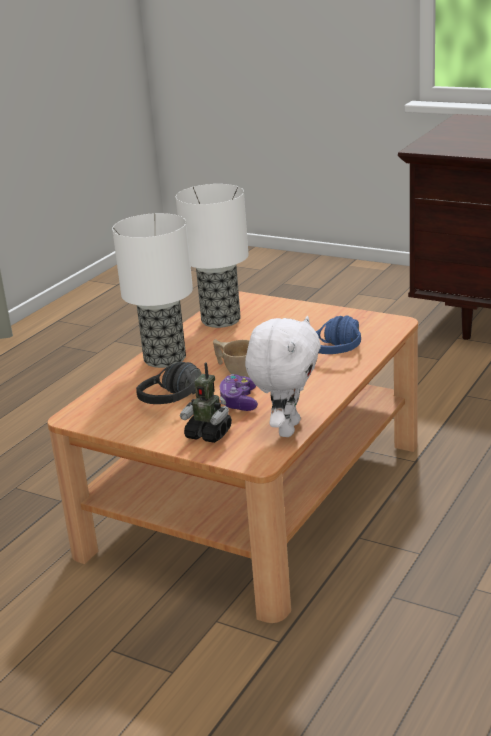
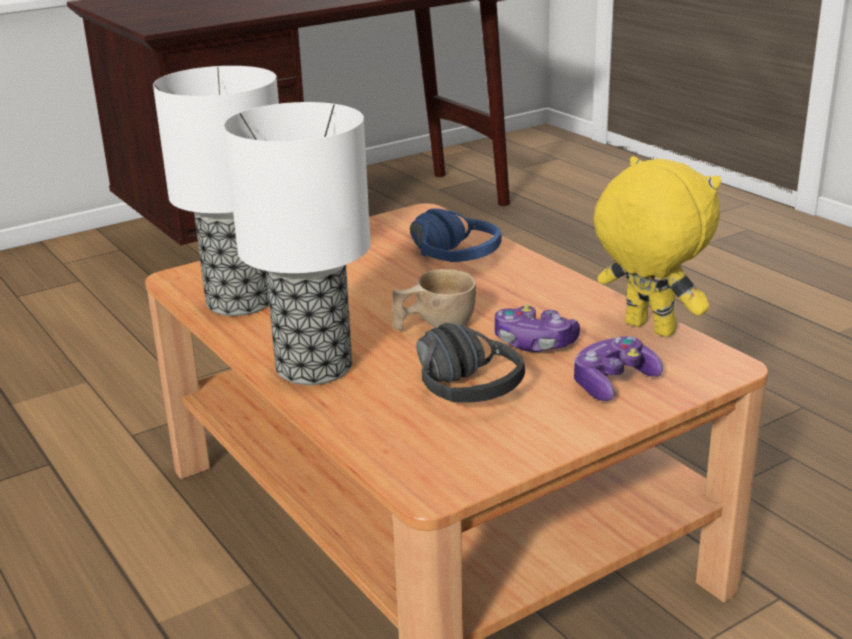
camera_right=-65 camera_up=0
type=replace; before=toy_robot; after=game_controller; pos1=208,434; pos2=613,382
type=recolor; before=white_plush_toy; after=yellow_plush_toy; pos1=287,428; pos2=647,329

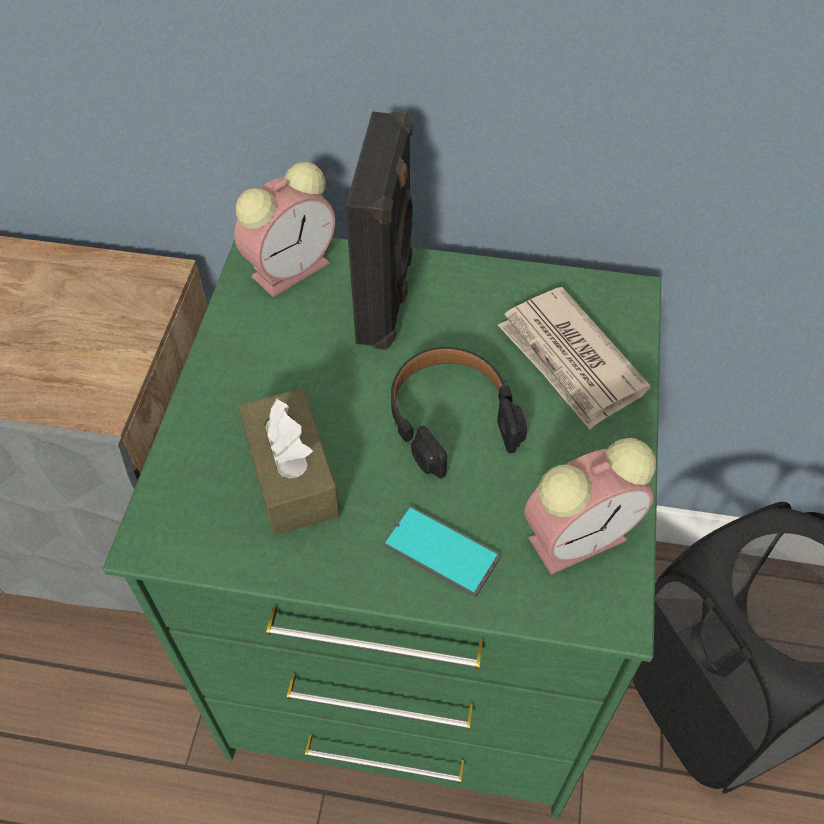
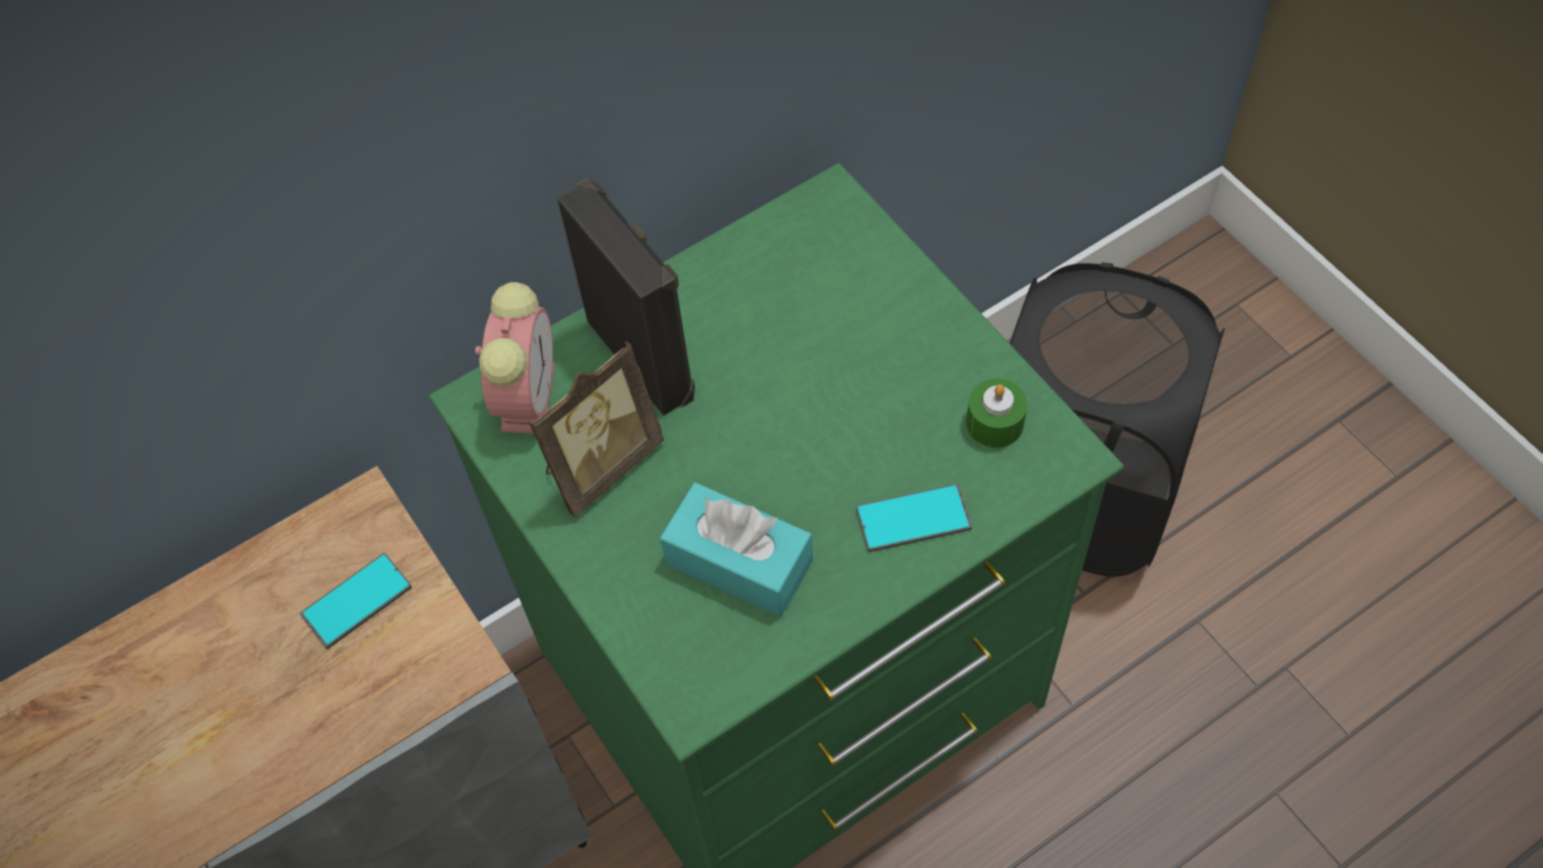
camera_right=-40 camera_up=5
type=recolor; before=brown_tissue_box; after=turquoise_tissue_box; pos1=291,475; pos2=739,562
type=delete; before=black_headphones; pos1=451,417
type=delete; before=newspaper; pos1=570,361
type=replace; before=alarm_clock; after=green_candle; pos1=580,536; pos2=995,423
type=insert; after=phone; pos2=357,601
type=insert; after=picture_frame; pos2=600,464

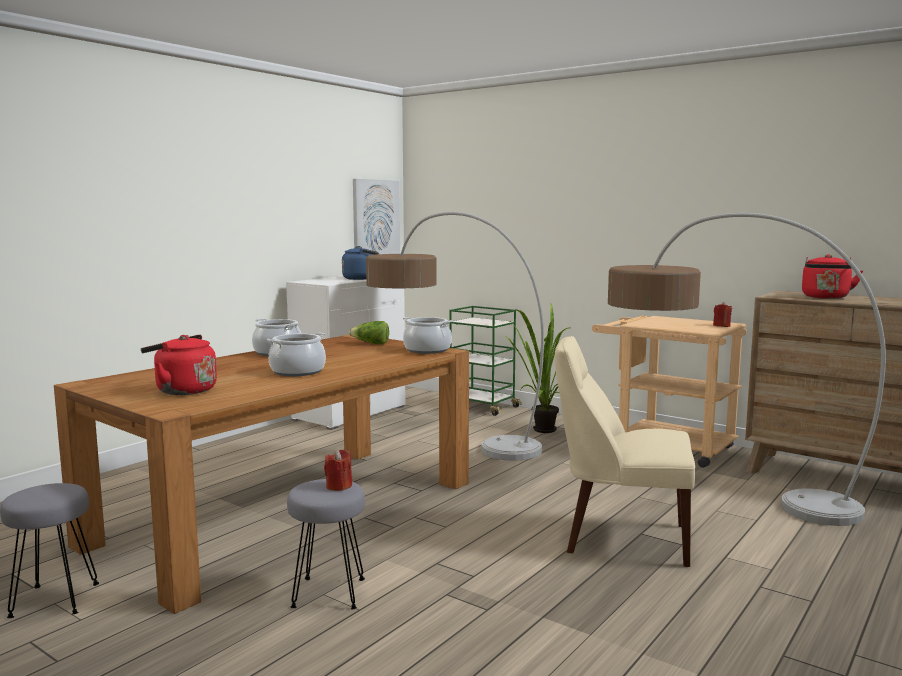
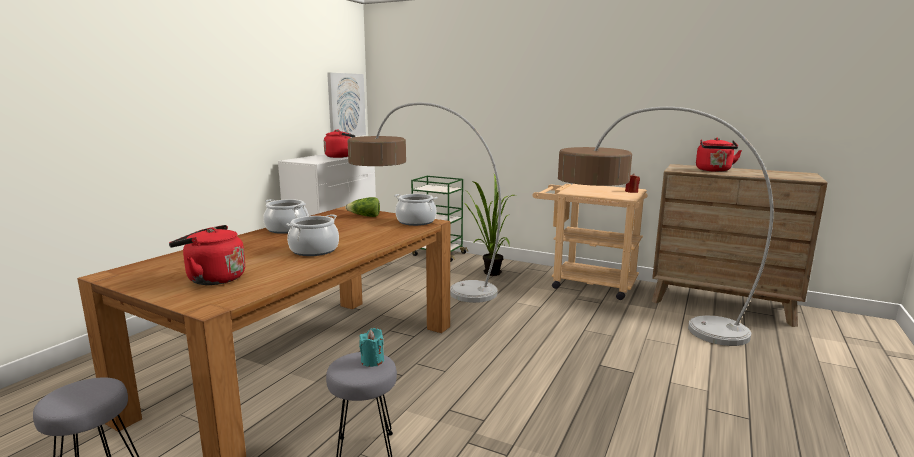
camera_right=-10 camera_up=5
type=recolor; before=red_candle; after=turquoise_candle; pos1=339,486; pos2=372,361
type=recolor; before=blue_kettle; after=red_kettle; pos1=361,278; pos2=340,156
type=delete; before=beige_chair; pos1=620,538

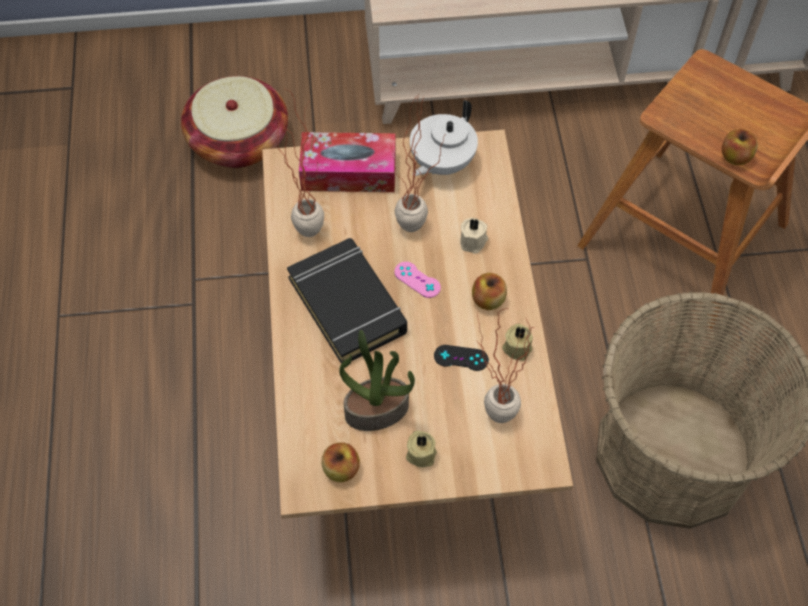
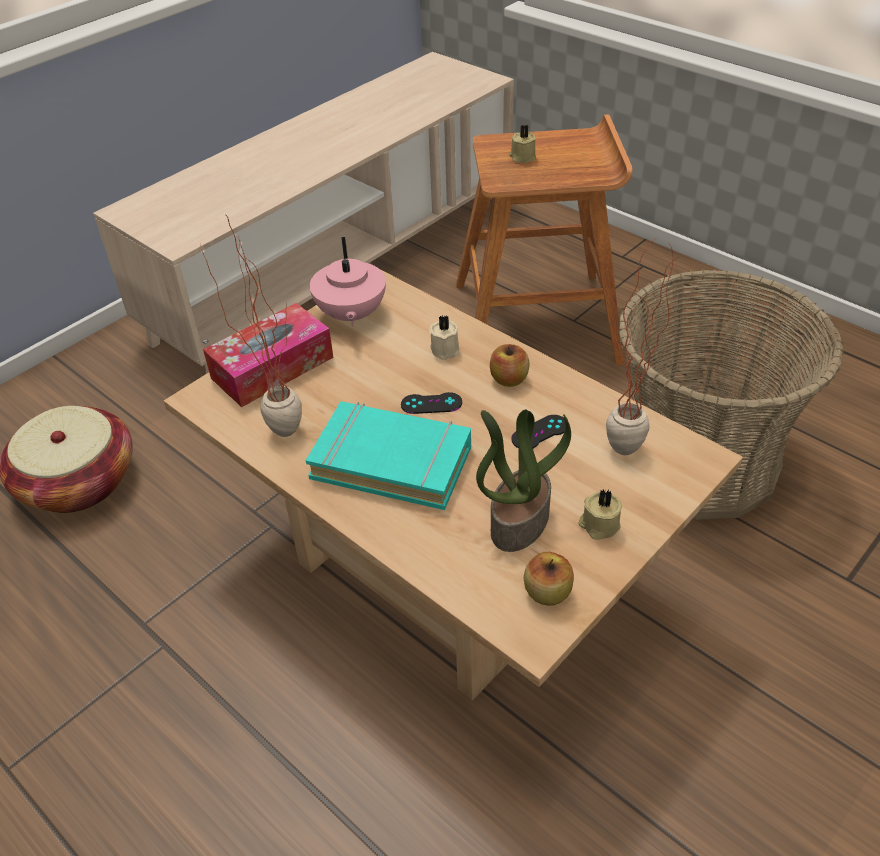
camera_right=-40 camera_up=-15
type=recolor; before=black_book; after=turquoise_book; pos1=348,305; pos2=392,461
type=delete; before=potted_plant; pos1=416,234
type=recolor; before=pink_game_controller; after=black_game_controller; pos1=417,280; pos2=431,403
type=recolor; before=white_teapot; after=pink_teapot; pos1=441,163; pos2=350,315
type=move; before=beige_candle; pos1=517,347; pos2=522,157
type=delete; before=apple; pos1=735,157

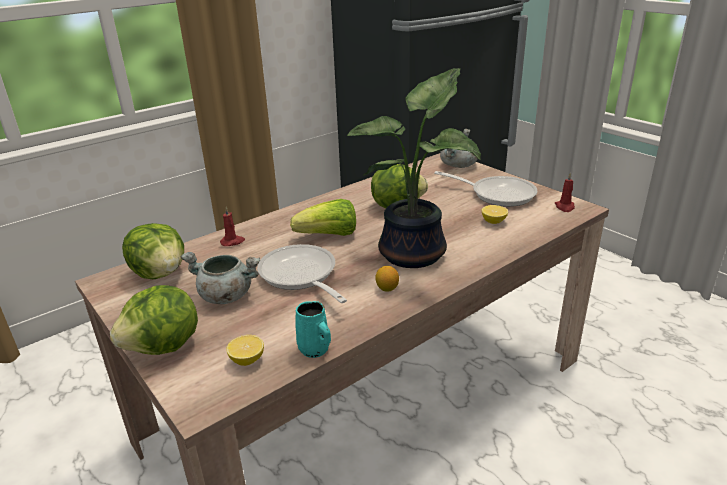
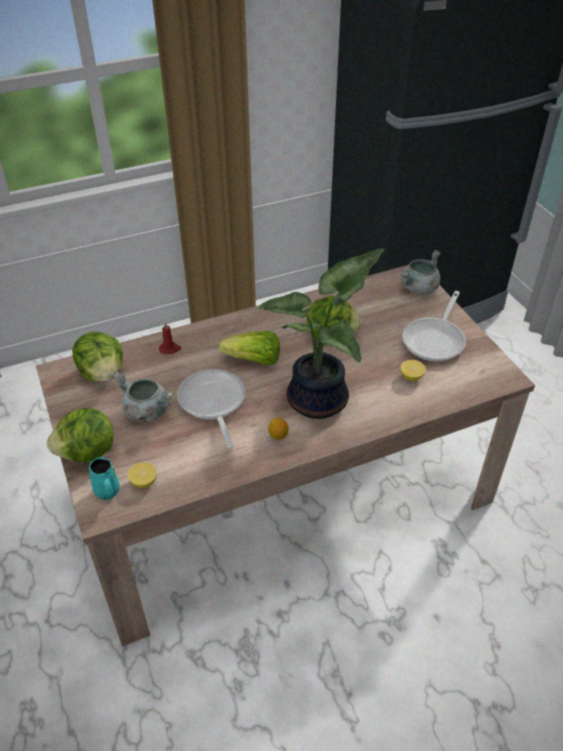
camera_right=15 camera_up=15
type=move; before=turquoise_mug; pos1=315,350; pos2=107,492
type=rotate; before=frying_pan; pos1=497,194; pos2=435,339; turn=75
type=delete; before=red_candle; pos1=564,207

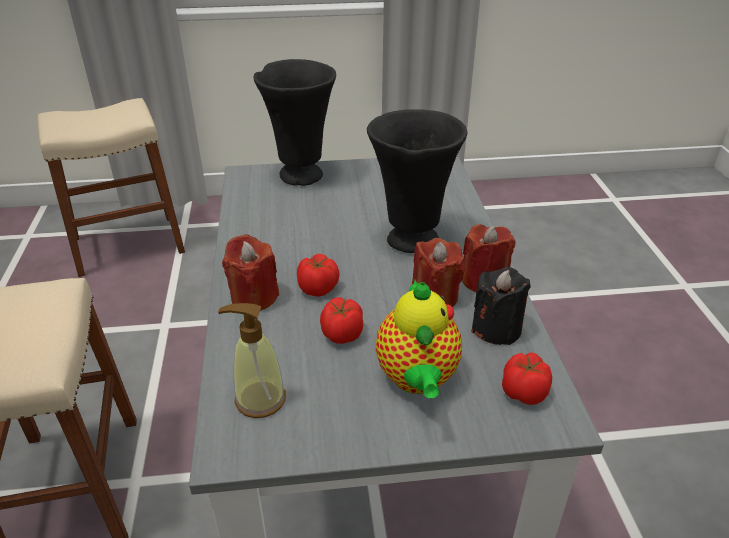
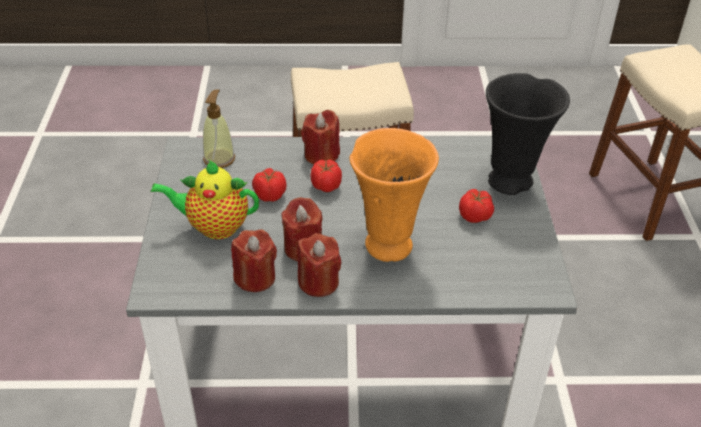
camera_right=95 camera_up=5
type=recolor; before=black_vase; after=orange_vase; pos1=410,240; pos2=388,244
type=recolor; before=black_candle; after=red_candle; pos1=496,329; pos2=255,278
type=move; before=tomato; pos1=524,391; pos2=475,216

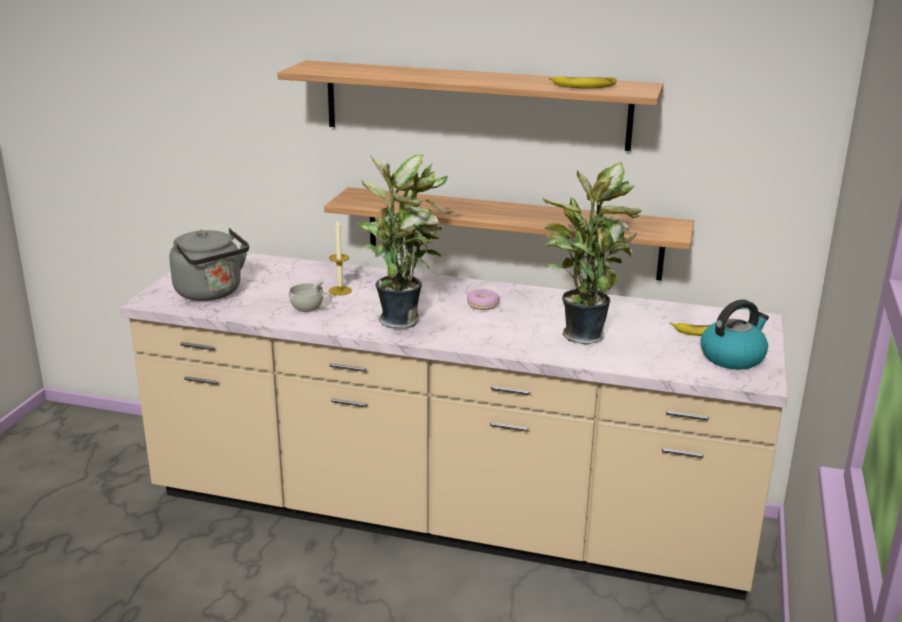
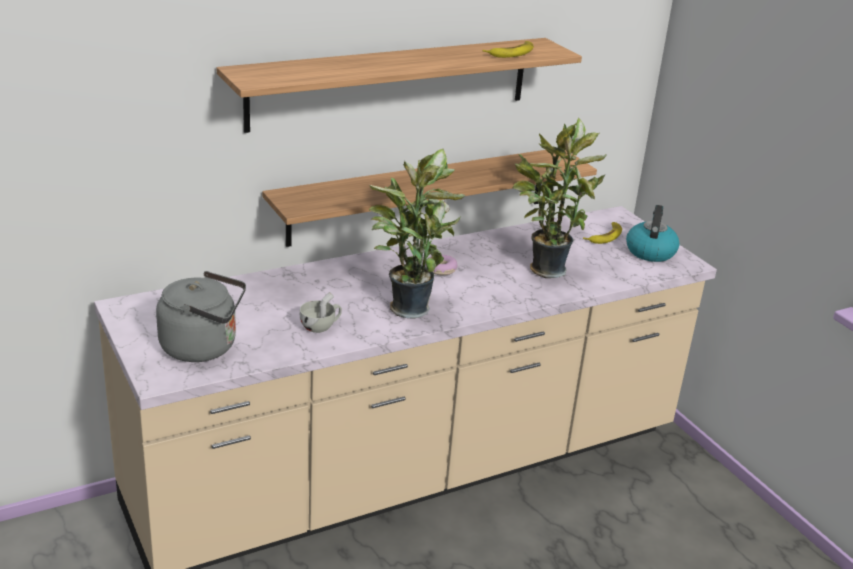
camera_right=-45 camera_up=5
type=delete; before=candle; pos1=340,291

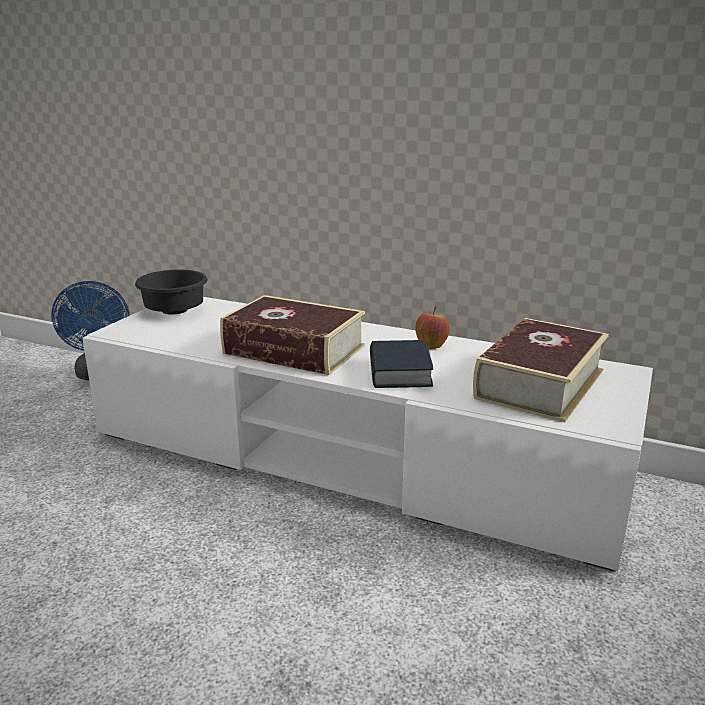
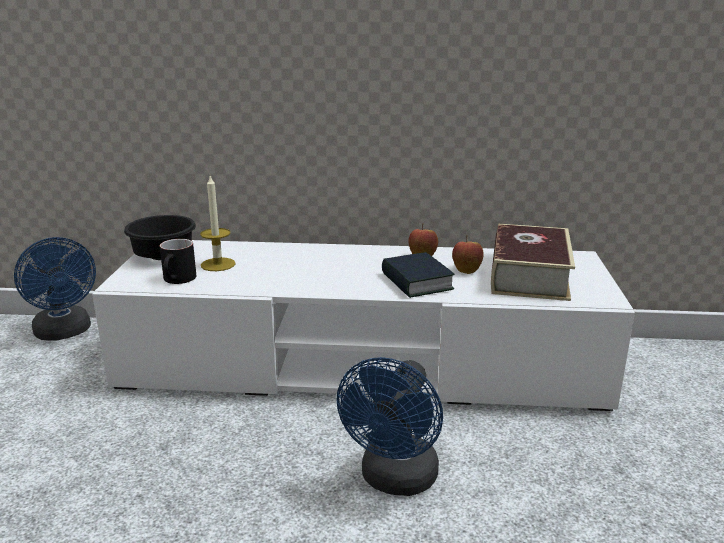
camera_right=-20 camera_up=0
type=delete; before=book; pos1=294,350
type=insert; after=black_mug; pos2=178,280
type=insert; after=candle; pos2=218,264
type=insert; after=blue_fan; pos2=395,480
type=insert; after=apple; pos2=466,270

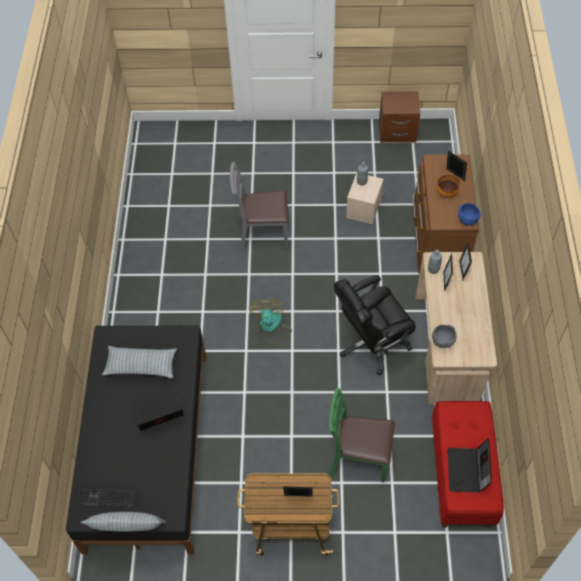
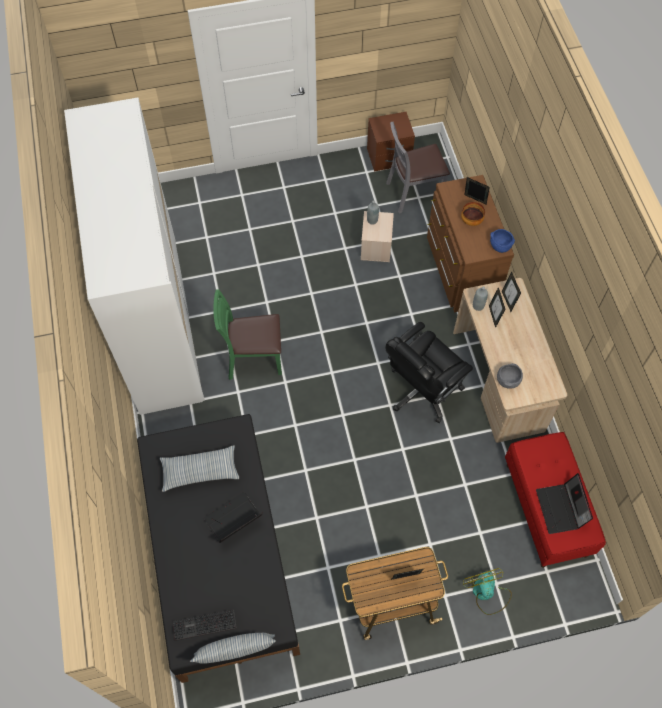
camera_right=-15 camera_up=5
type=move; before=grey_chair; pos1=262,234; pos2=413,192
type=move; before=fan; pos1=271,327; pos2=486,593
type=move; before=green_chair; pos1=358,458; pos2=253,358
type=insert; after=white_wardrobe; pos2=158,323

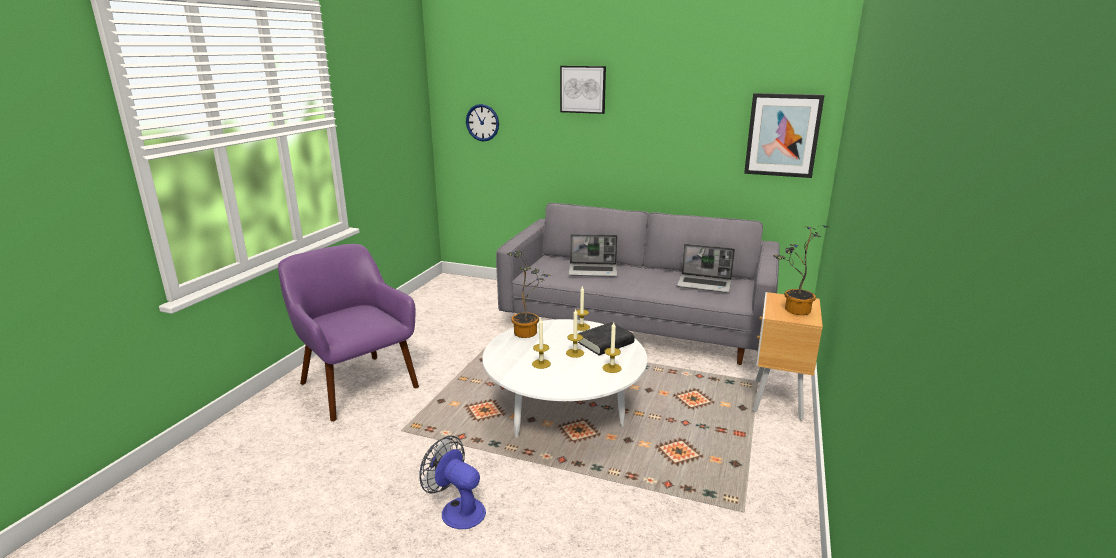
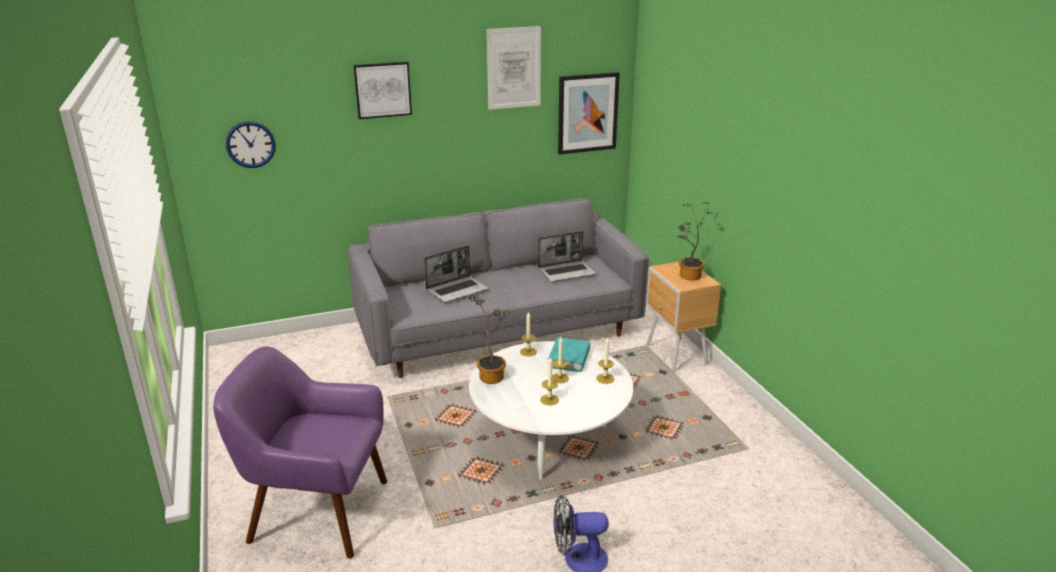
camera_right=-40 camera_up=5
type=recolor; before=black_book; after=turquoise_book; pos1=606,343; pos2=569,358
type=insert; after=picture; pos2=514,68

